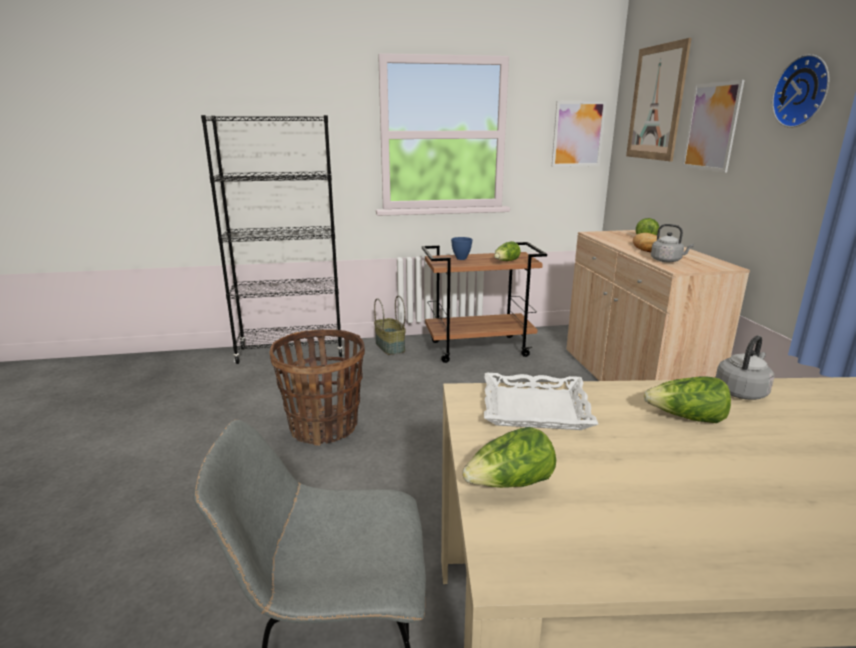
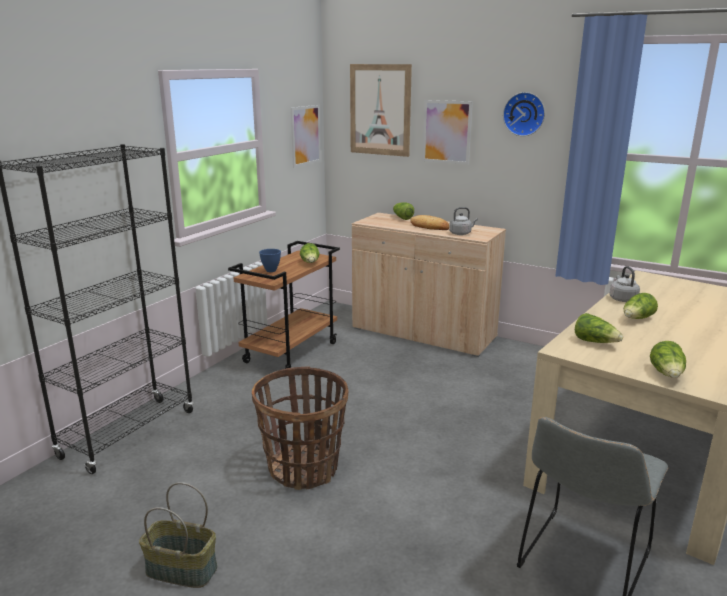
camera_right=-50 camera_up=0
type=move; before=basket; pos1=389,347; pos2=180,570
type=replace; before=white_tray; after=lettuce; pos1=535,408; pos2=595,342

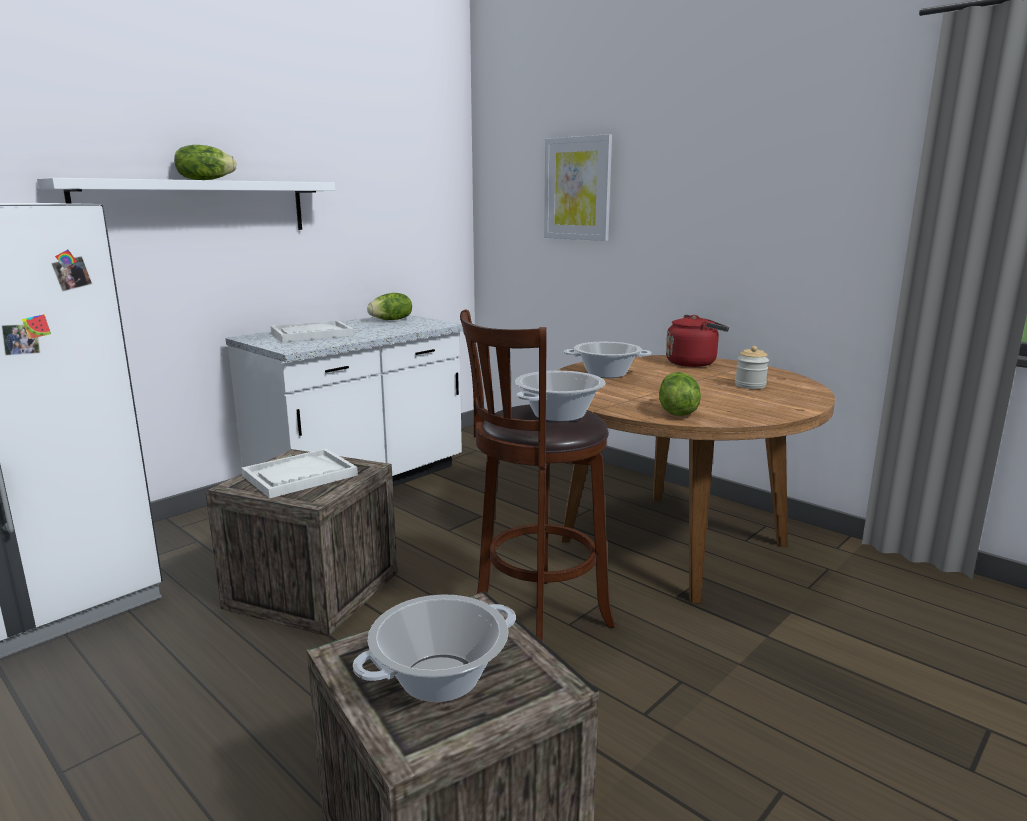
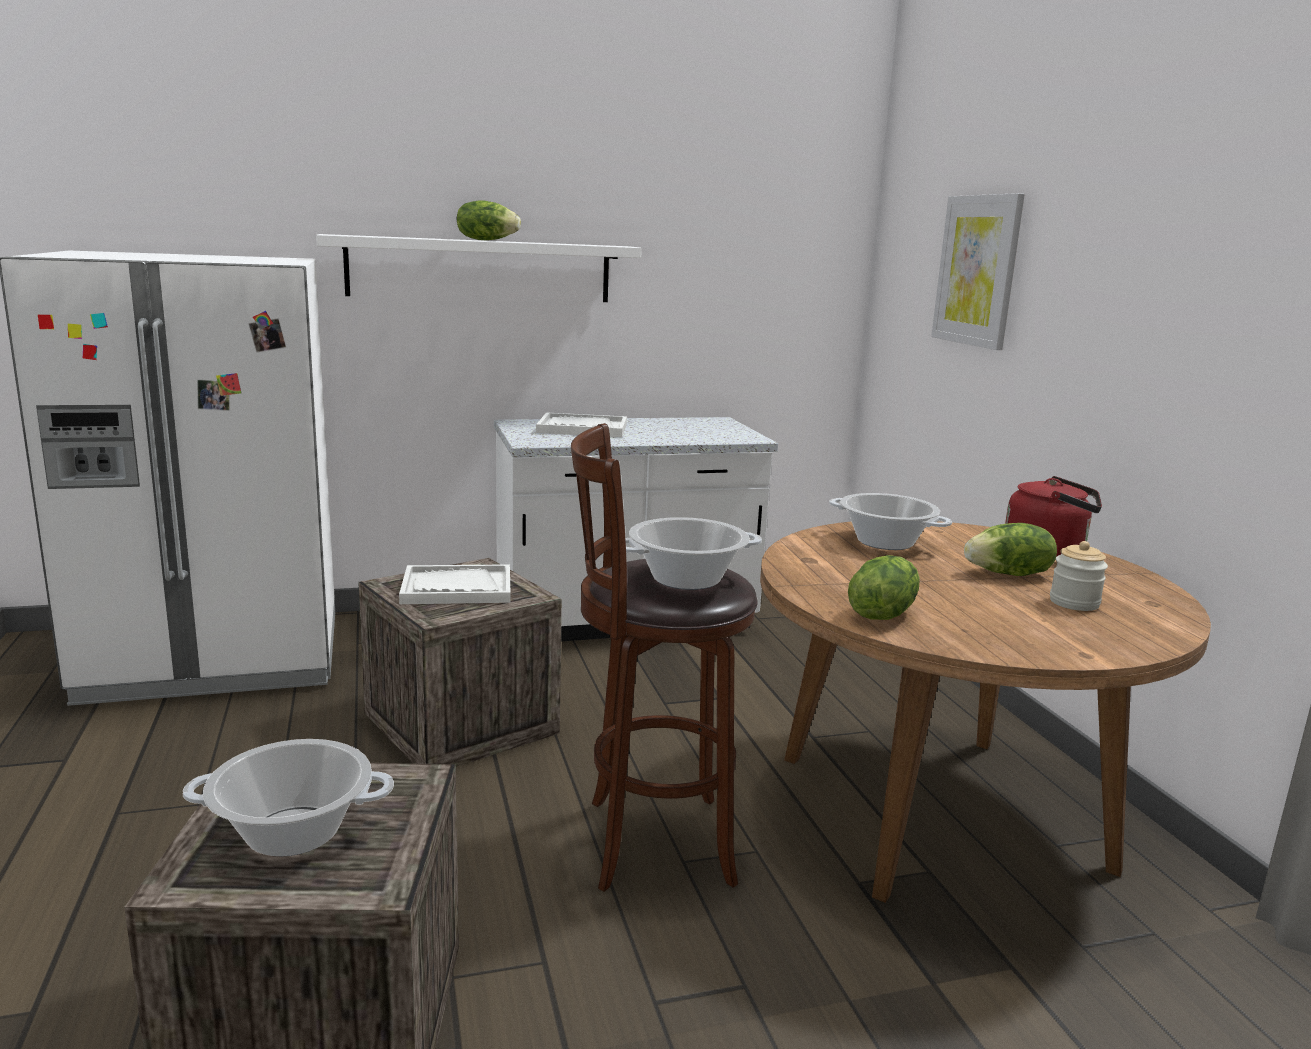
camera_right=30 camera_up=0
type=move; before=lettuce; pos1=391,320; pos2=1009,574

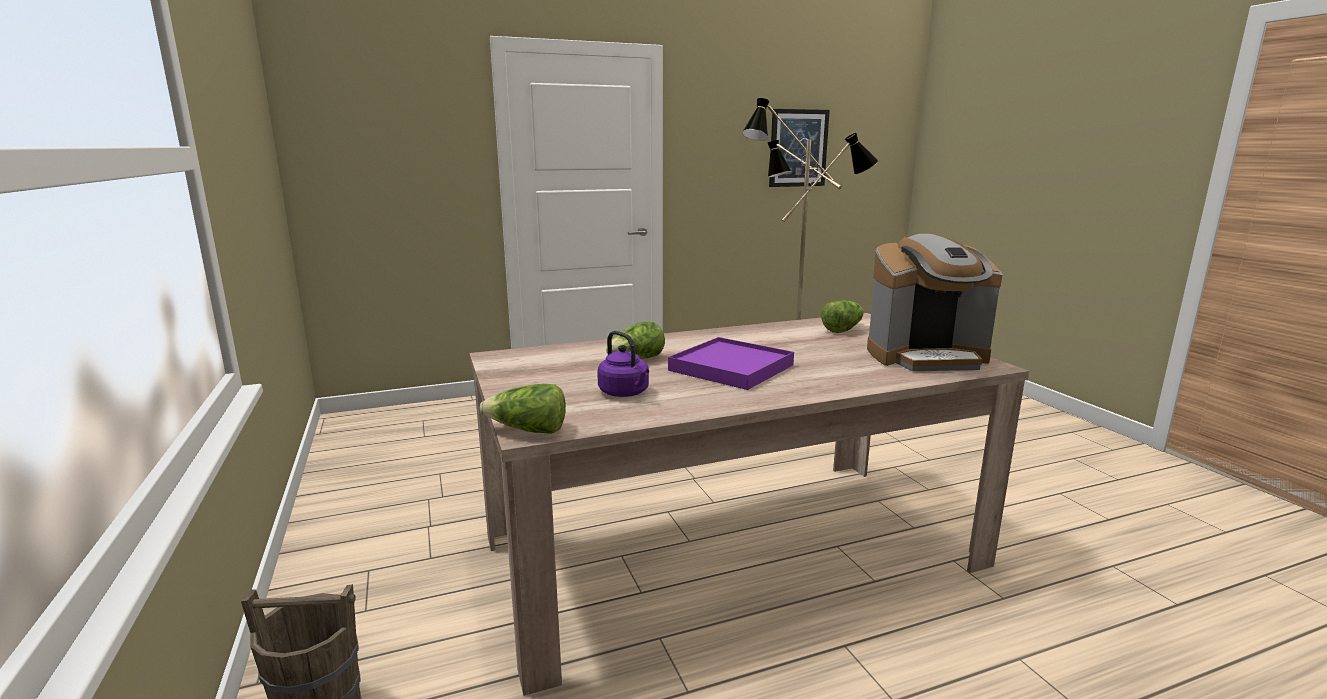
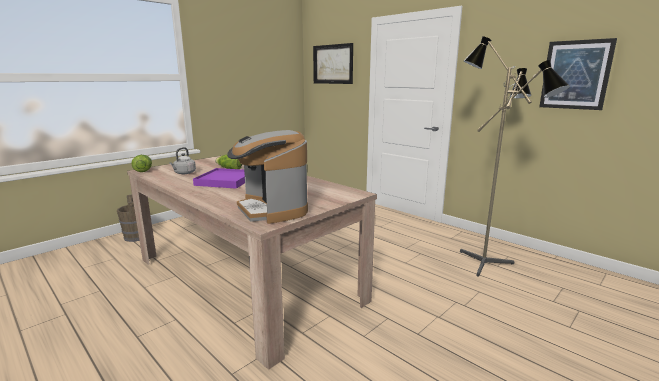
camera_right=65 camera_up=0
type=recolor; before=purple_kettle; after=grey_kettle; pos1=625,393; pos2=184,173
type=delete; before=lettuce; pos1=842,329
type=insert; after=picture; pos2=333,64

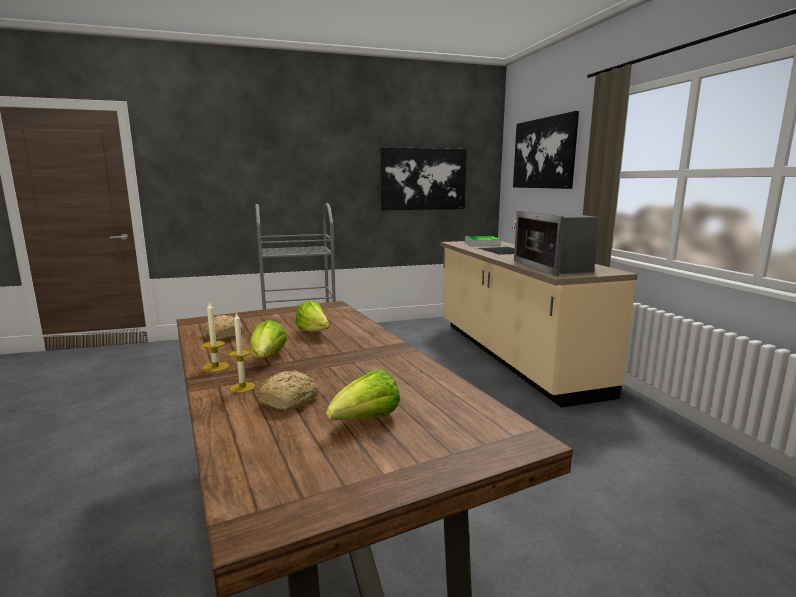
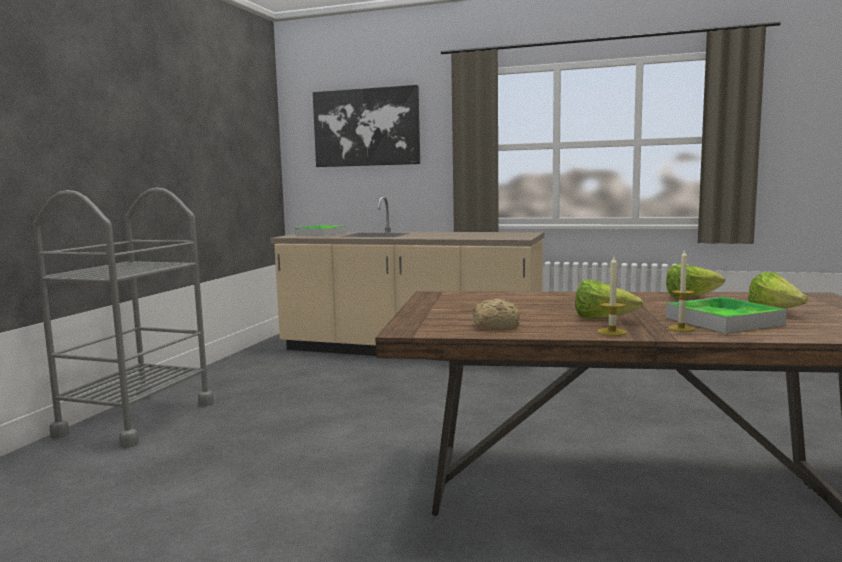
camera_right=-55 camera_up=-5
type=replace; before=bread; after=tray; pos1=290,400; pos2=723,321
type=move; before=lettuce; pos1=314,332; pos2=690,297
type=delete; before=picture; pos1=423,179
type=delete; before=microwave; pos1=553,267

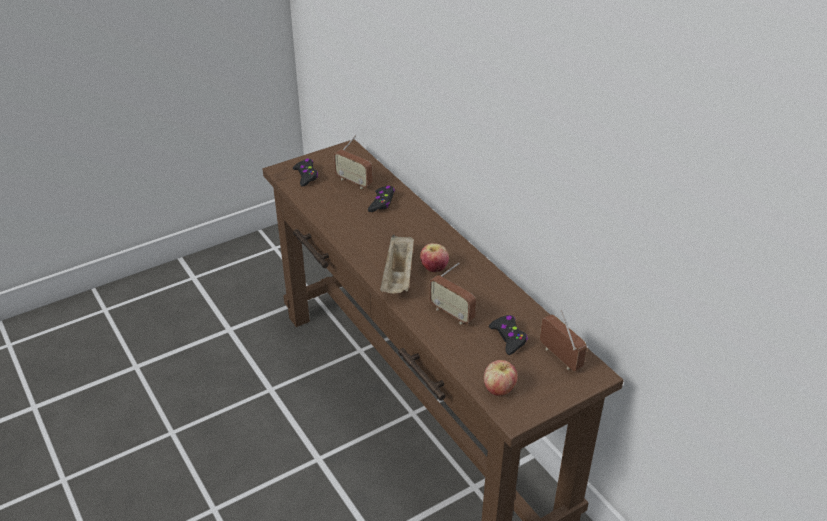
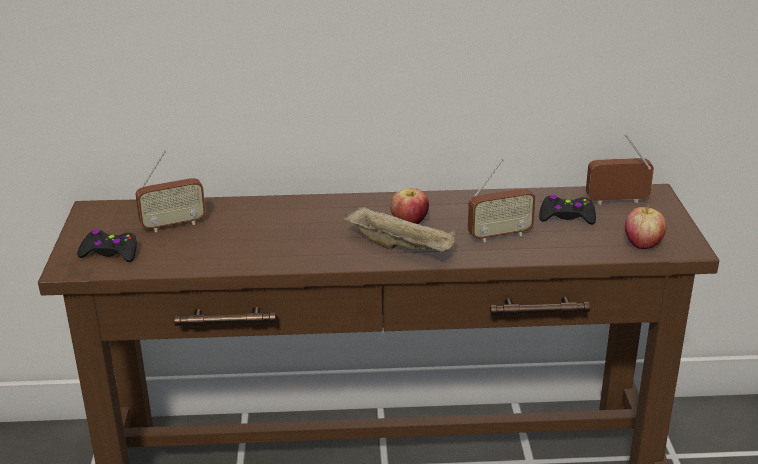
camera_right=-60 camera_up=-10
type=delete; before=black_game_controller; pos1=382,203

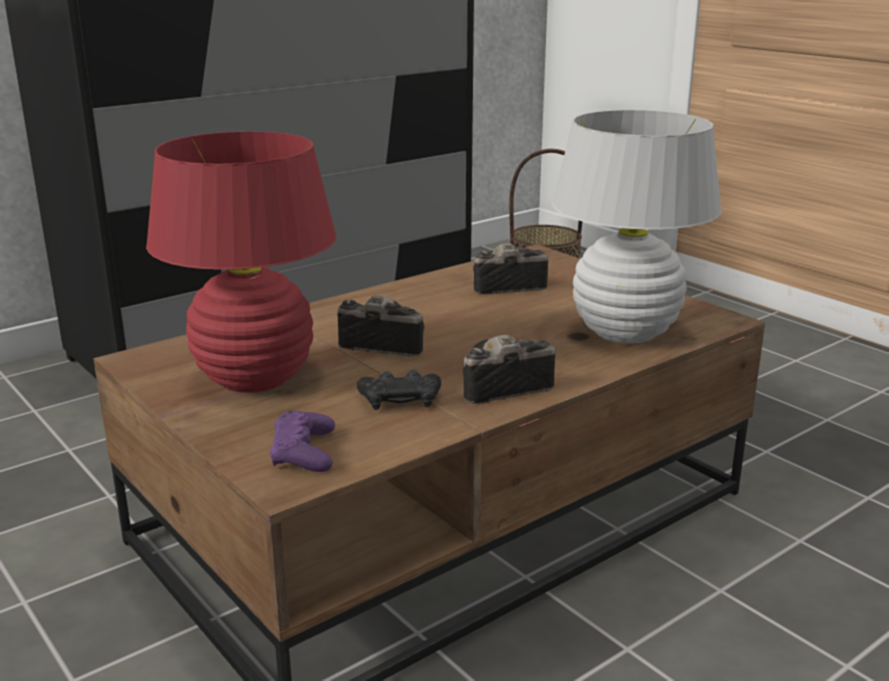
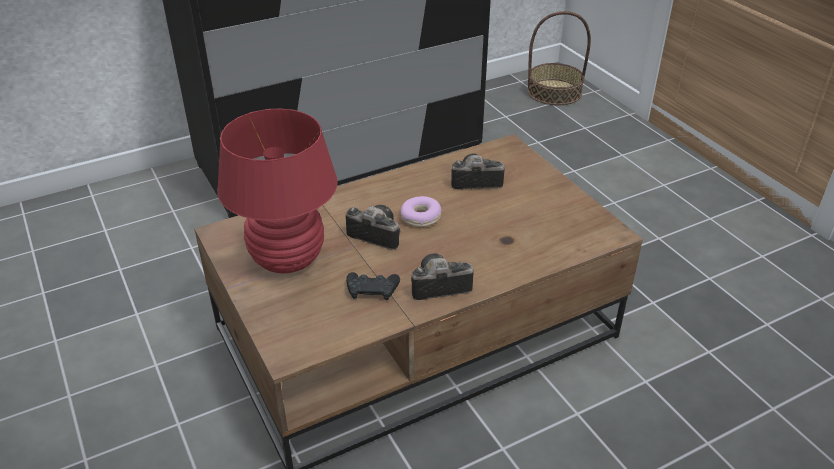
camera_right=10 camera_up=15
type=delete; before=purple_game_controller; pos1=304,452
type=delete; before=white_table_lamp; pos1=625,332
type=insert; after=donut; pos2=420,217

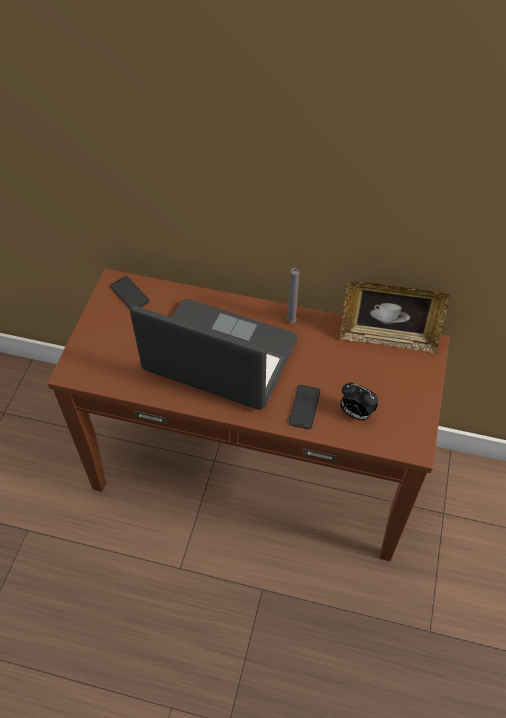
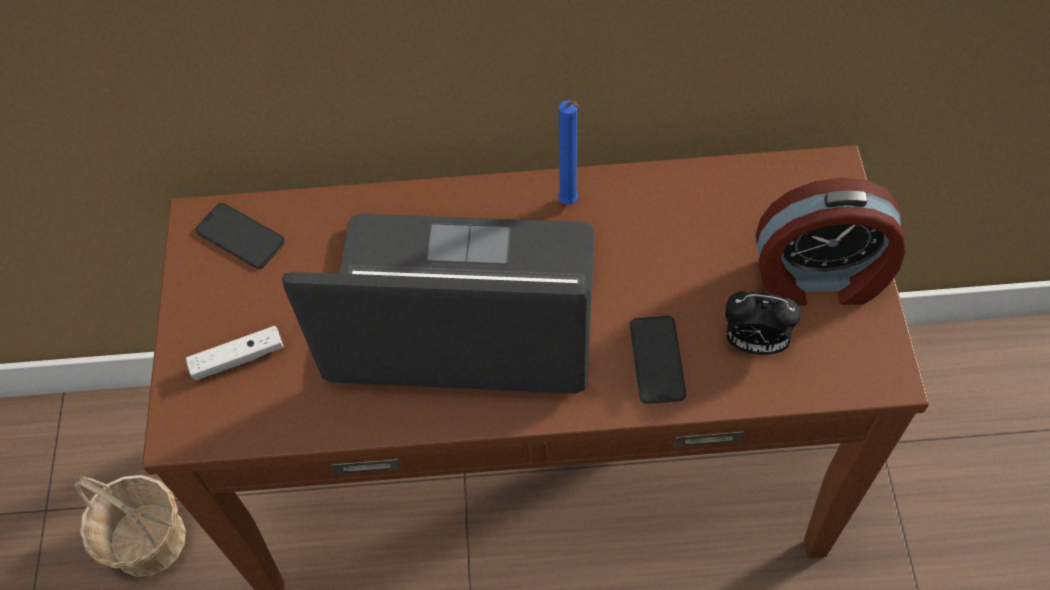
camera_right=-15 camera_up=5
type=recolor; before=grey_candle; after=blue_candle; pos1=291,323; pos2=570,203
type=delete; before=picture_frame; pos1=387,338
type=insert; after=basket; pos2=148,540
type=insert; after=white_game_controller; pos2=238,358
type=insert; after=alarm_clock; pos2=819,279

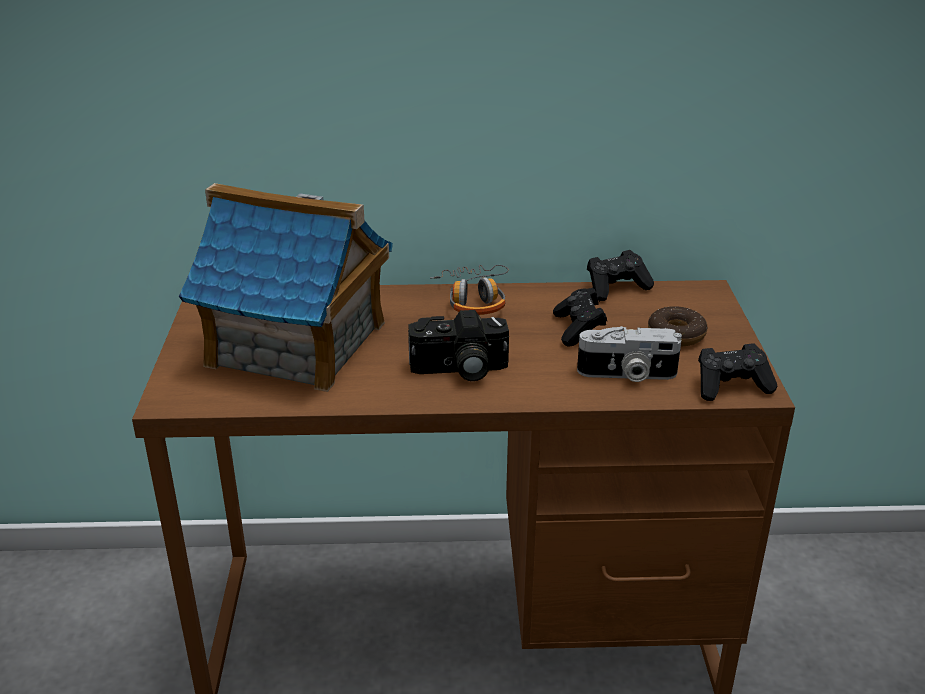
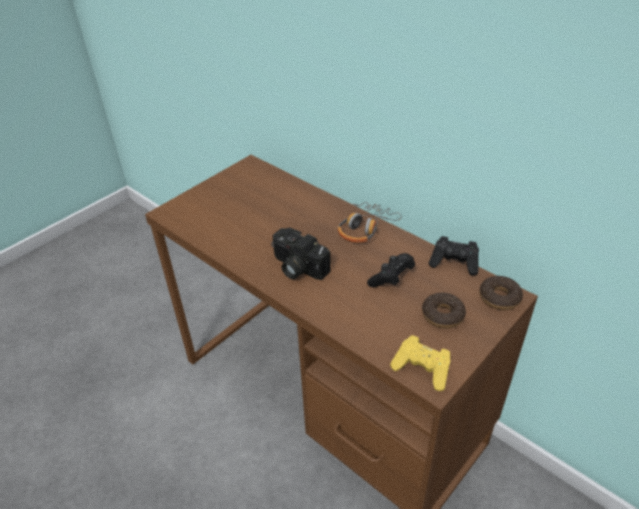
camera_right=45 camera_up=10
type=delete; before=toy_house; pos1=298,344
type=delete; before=photo_camera; pos1=627,374
type=recolor; before=black_game_controller; after=yellow_game_controller; pos1=731,386; pos2=422,369
type=insert; after=donut; pos2=499,297

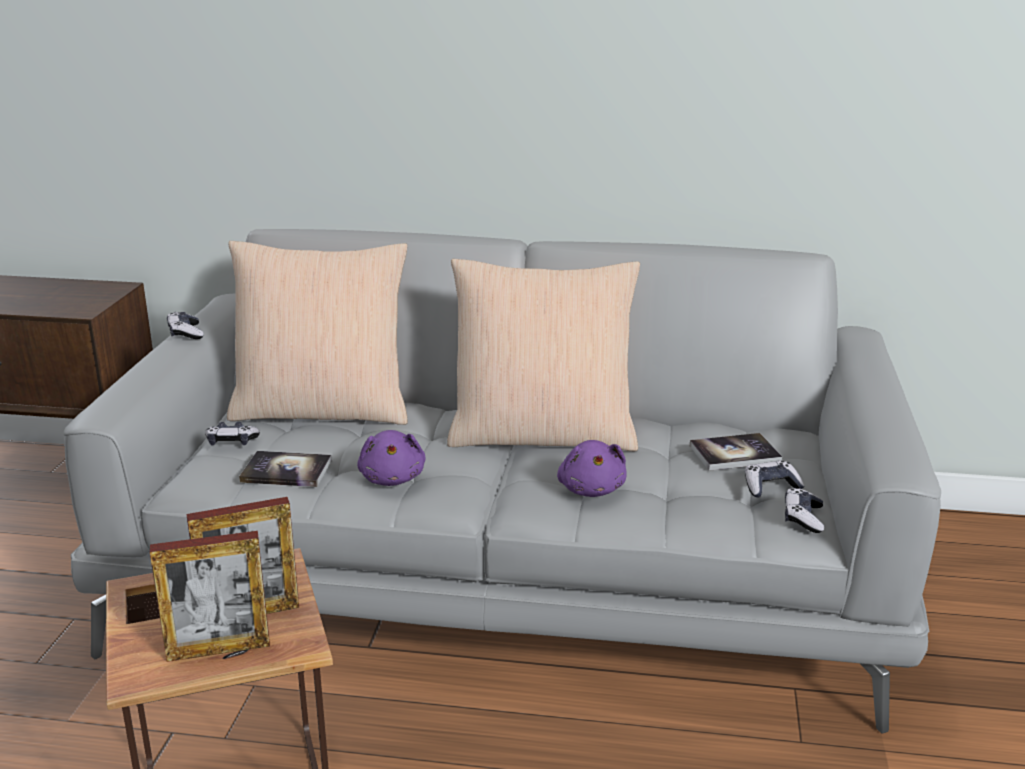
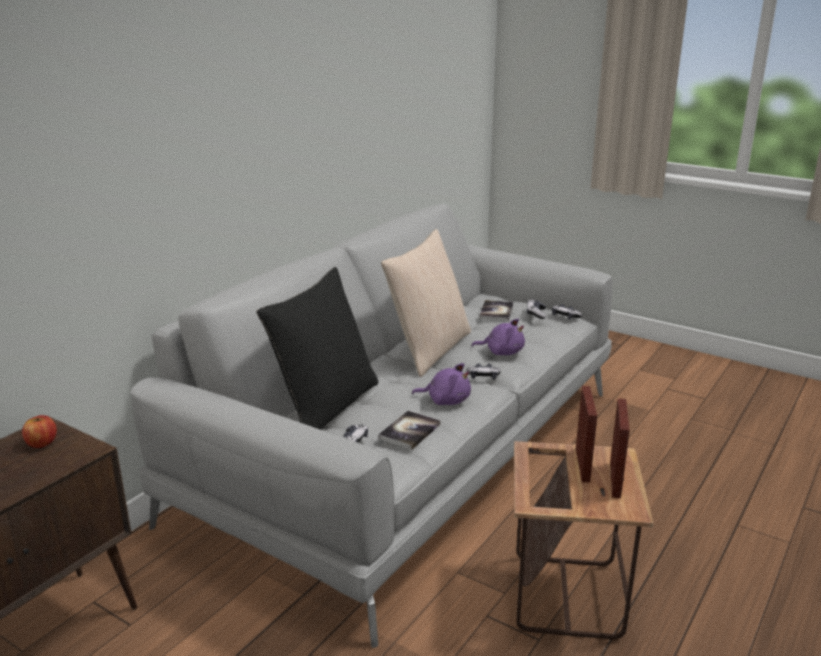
camera_right=-65 camera_up=0
type=move; before=game_controller; pos1=185,333; pos2=483,376
type=recolor; before=beige_pillow; after=black_pillow; pos1=323,410; pos2=325,406
type=insert; after=apple; pos2=41,443

